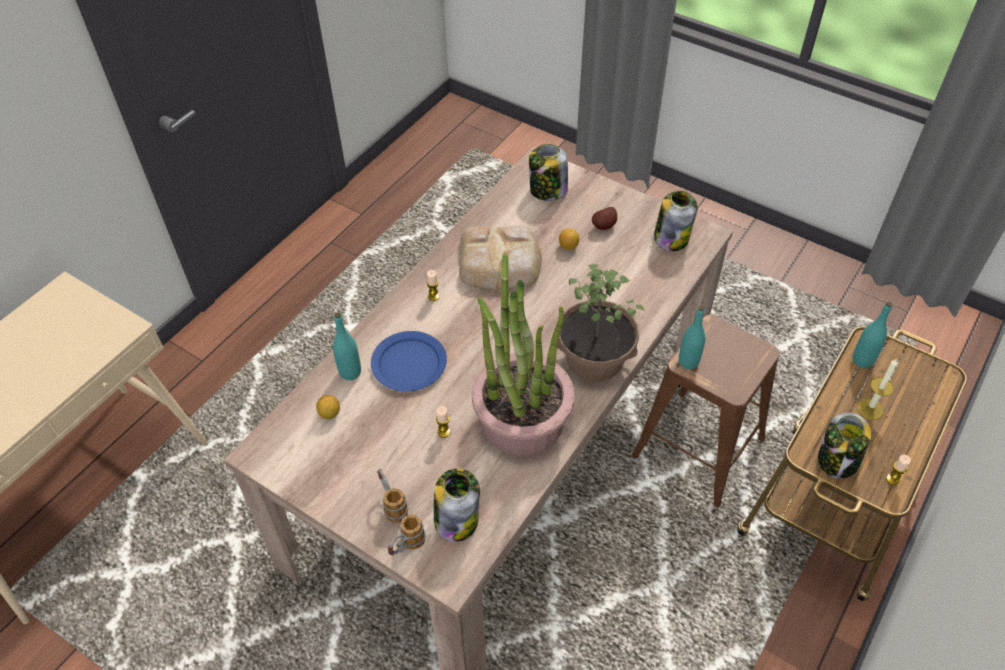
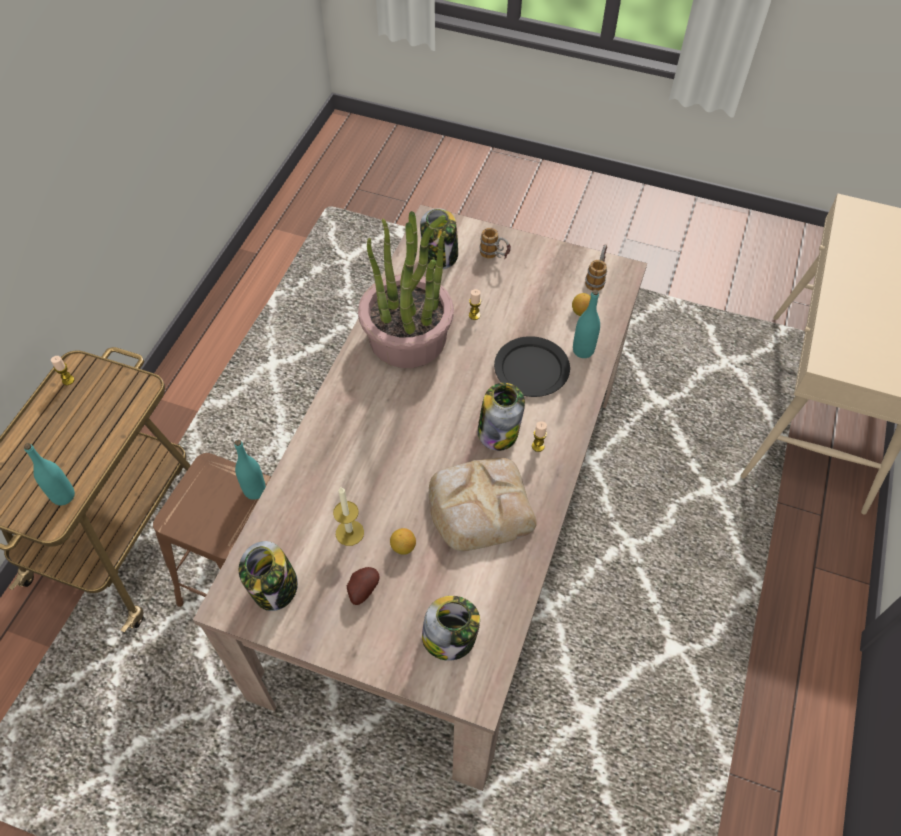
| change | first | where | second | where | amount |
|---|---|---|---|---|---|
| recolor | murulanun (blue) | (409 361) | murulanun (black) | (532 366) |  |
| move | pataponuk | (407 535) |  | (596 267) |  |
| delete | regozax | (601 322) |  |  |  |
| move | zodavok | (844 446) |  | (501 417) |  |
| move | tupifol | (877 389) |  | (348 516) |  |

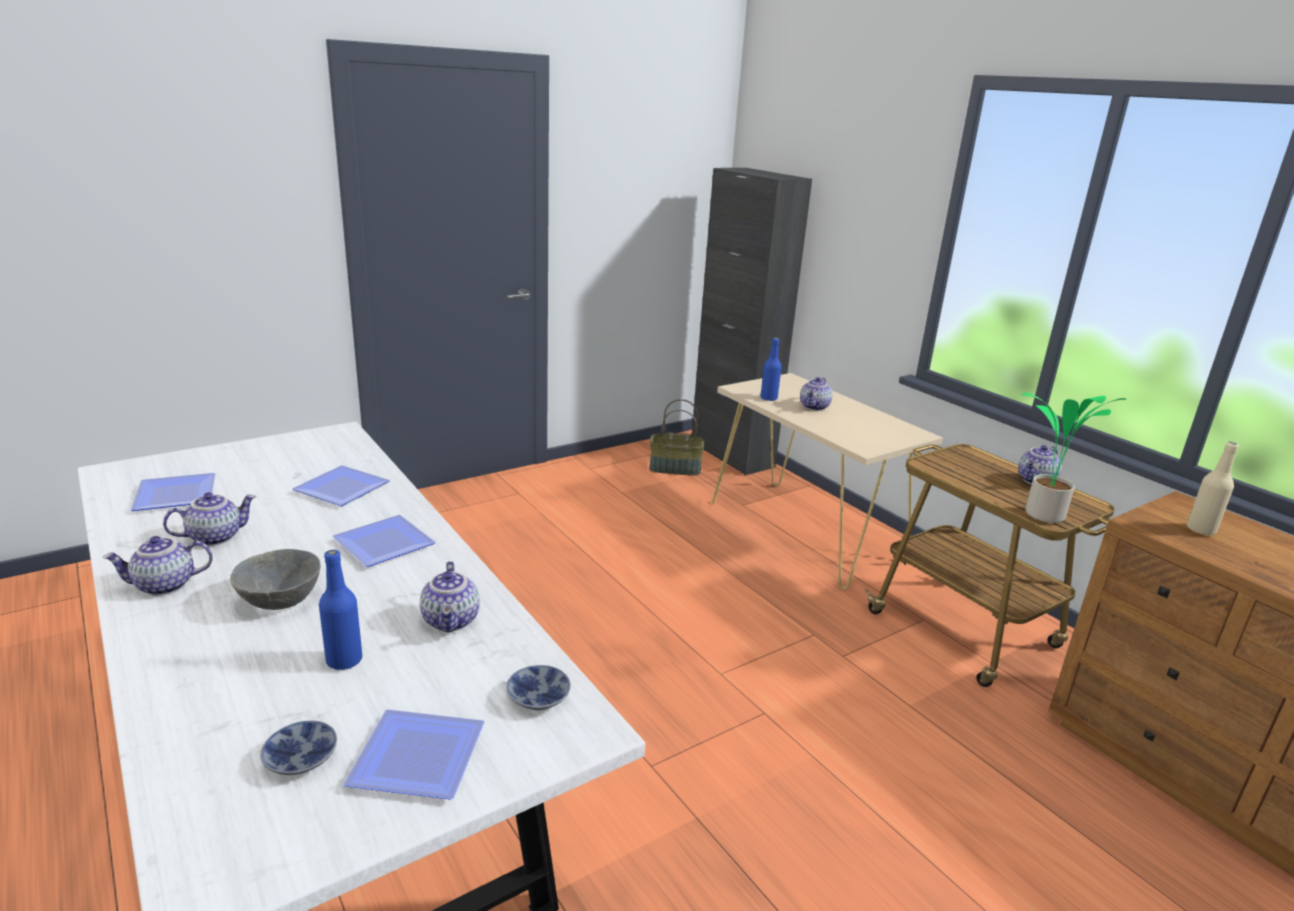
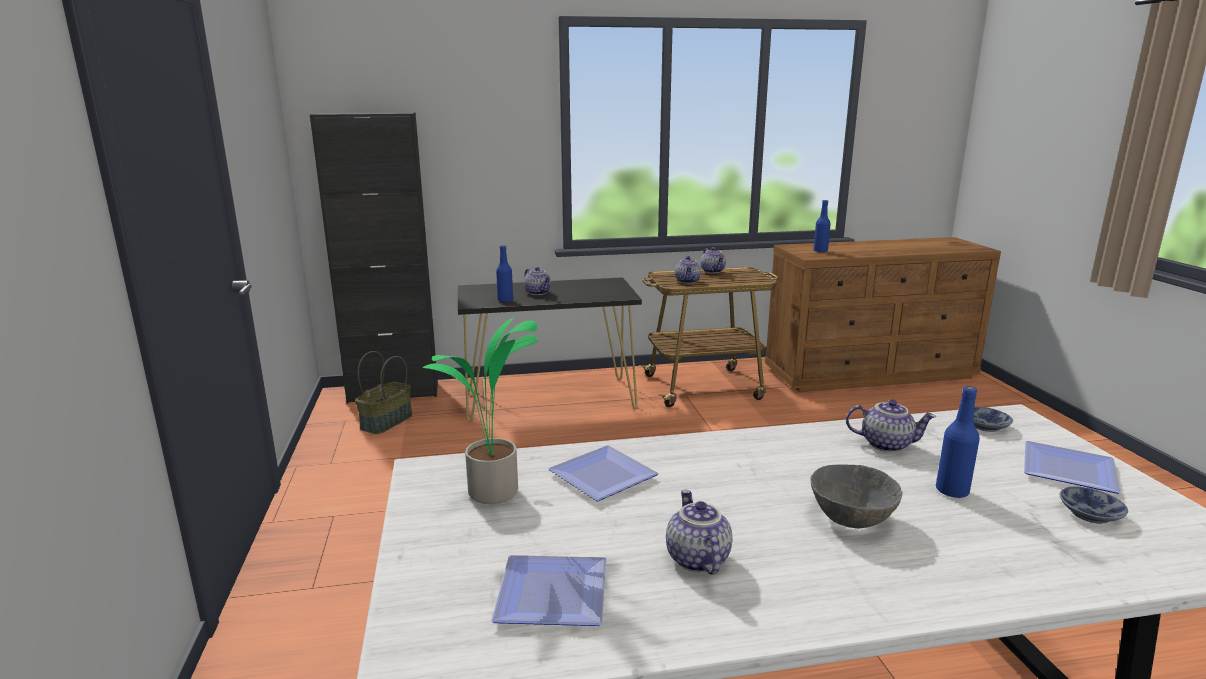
| change | first | where | second | where | amount |
|---|---|---|---|---|---|
| move | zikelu | (157 566) |  | (688 270) |  |
| delete | murulanun | (384 541) |  |  |  |
| recolor | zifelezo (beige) | (827 481) | zifelezo (black) | (550 349) |  |
| move | regozax | (1074 458) |  | (480 410) |  |
| recolor | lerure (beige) | (1213 489) | lerure (blue) | (822 226) |  |

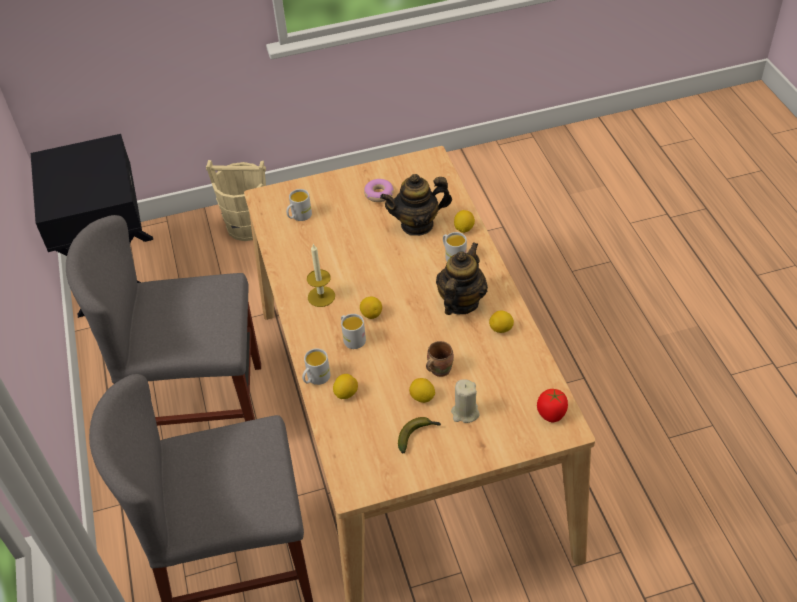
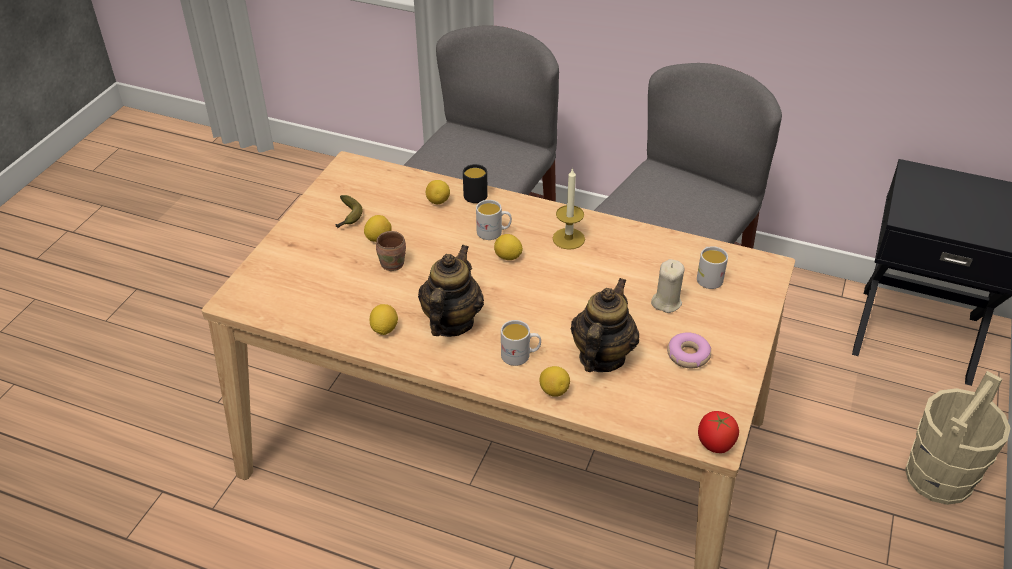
| change | first | where | second | where | amount |
|---|---|---|---|---|---|
| recolor | pataponuk (white) | (316 366) | pataponuk (black) | (475 183) |  |
| rotate | zikelu | (462 278) |  | (451 291) | 135 degrees counterclockwise |
| move | tupifol (beige) | (465 401) |  | (667 286) |  |
| move | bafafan | (552 405) |  | (718 432) |  |

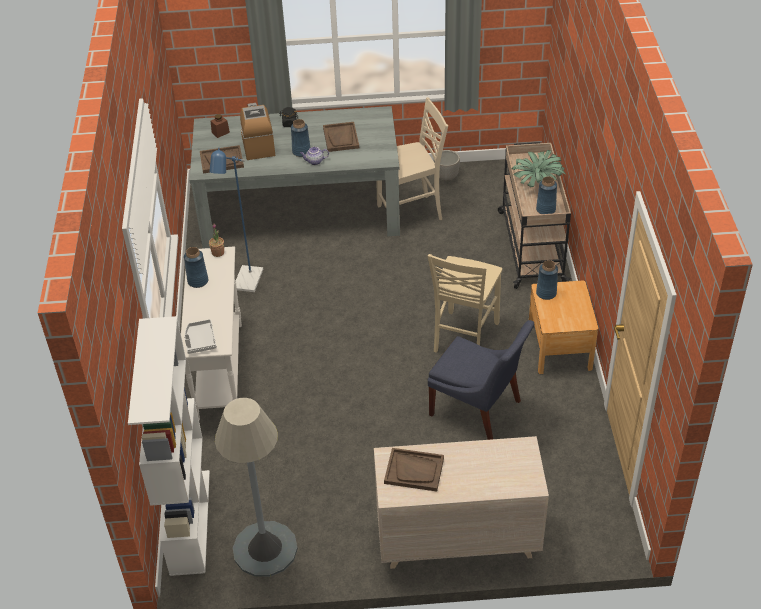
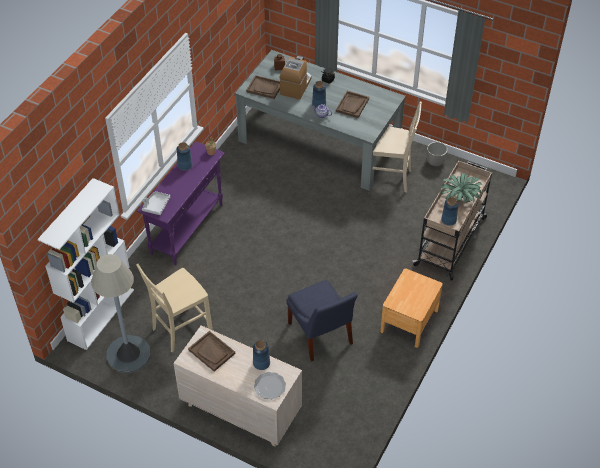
| change | first | where | second | where | amount |
|---|---|---|---|---|---|
| recolor | zifelezo (white) | (211 333) | zifelezo (purple) | (181 203) |  |
| delete | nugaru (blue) | (236 219) |  |  |  |
| move | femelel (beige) | (465 303) |  | (174 308) |  |
| move | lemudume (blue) | (547 280) |  | (261 355) |  |
| insert |  |  | murulanun | (270 385) |  |

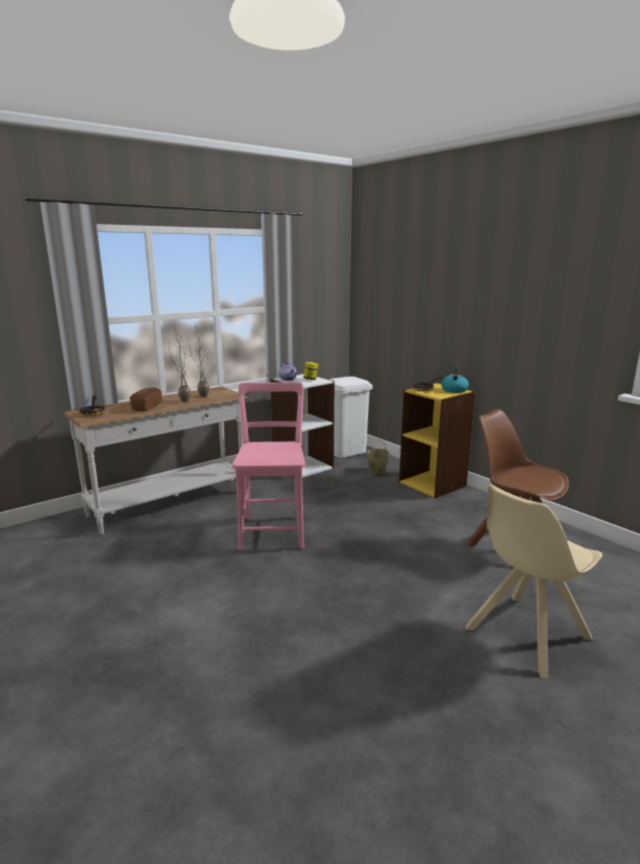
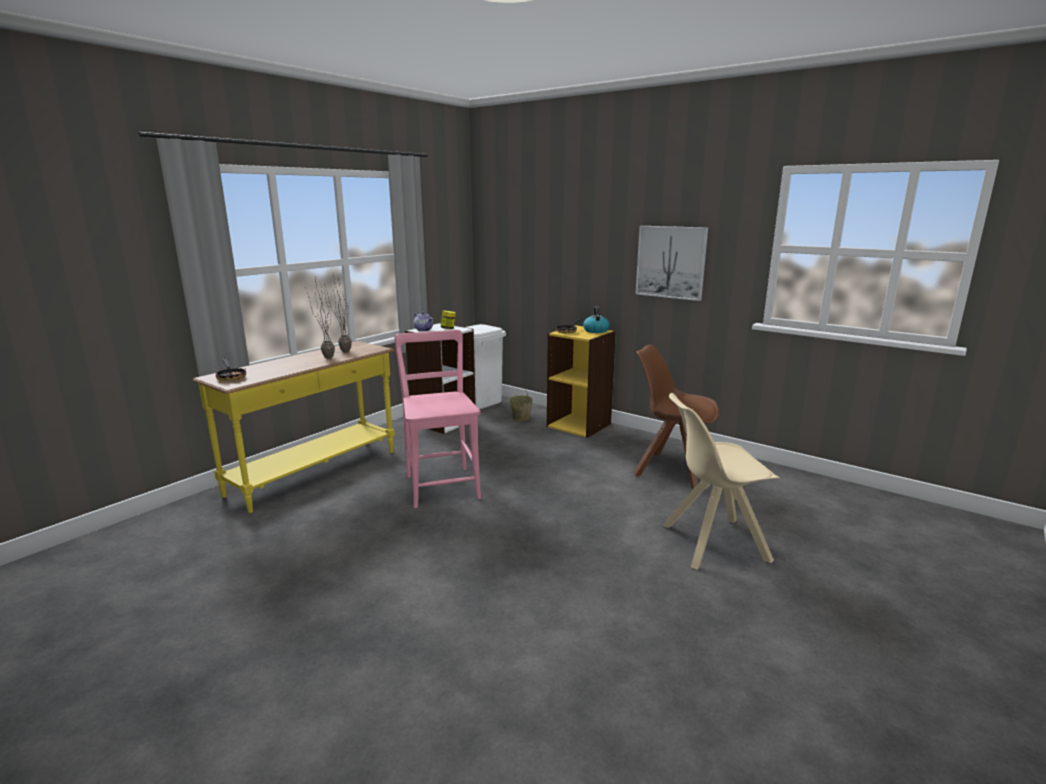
| change | first | where | second | where | amount |
|---|---|---|---|---|---|
| recolor | zifelezo (white) | (156 461) | zifelezo (yellow) | (293 427) |  |
| delete | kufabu | (146 399) |  |  |  |
| rotate | femelel (beige) | (534 581) |  | (721 481) | 45 degrees clockwise |
| insert |  |  | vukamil | (672 263) |  |

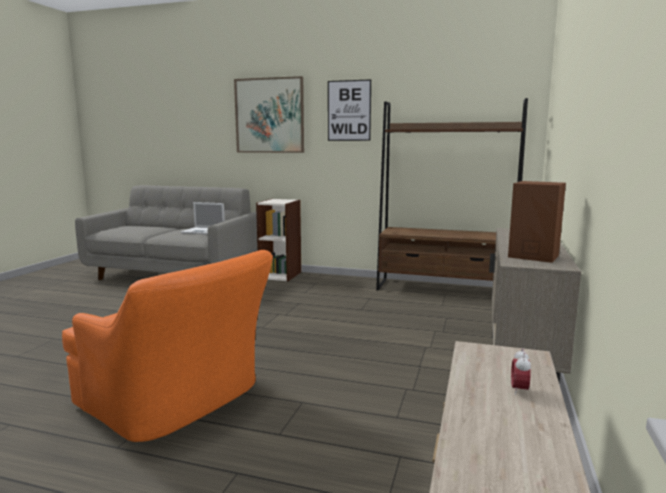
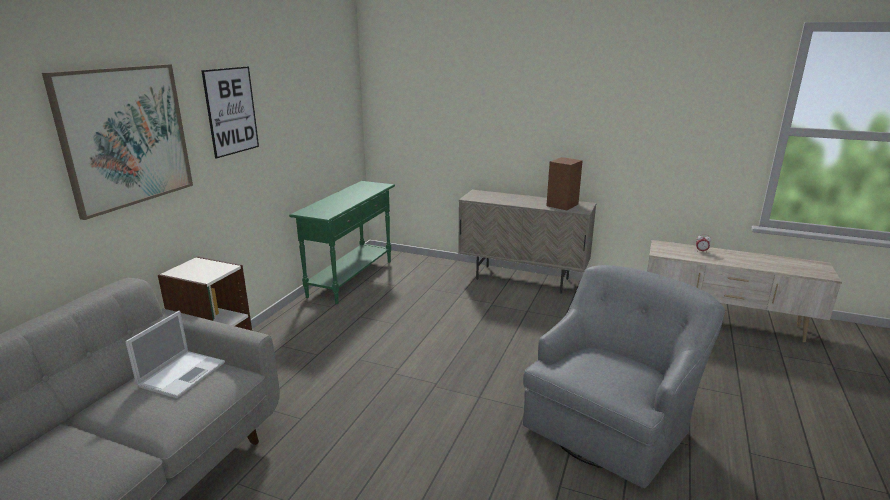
| change | first | where | second | where | amount |
|---|---|---|---|---|---|
| recolor | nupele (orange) | (167 346) | nupele (grey) | (624 376) |  |
| replace | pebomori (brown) | (452 194) | zifelezo (green) | (342 242) |  |

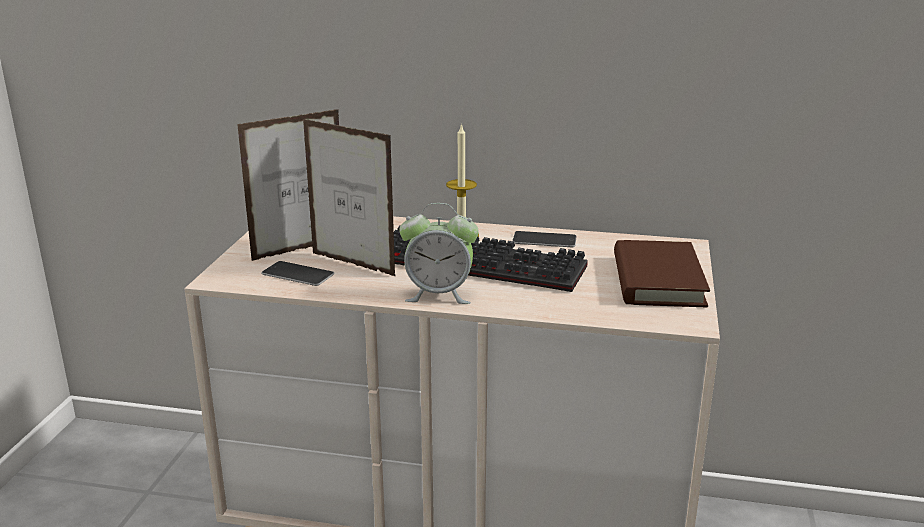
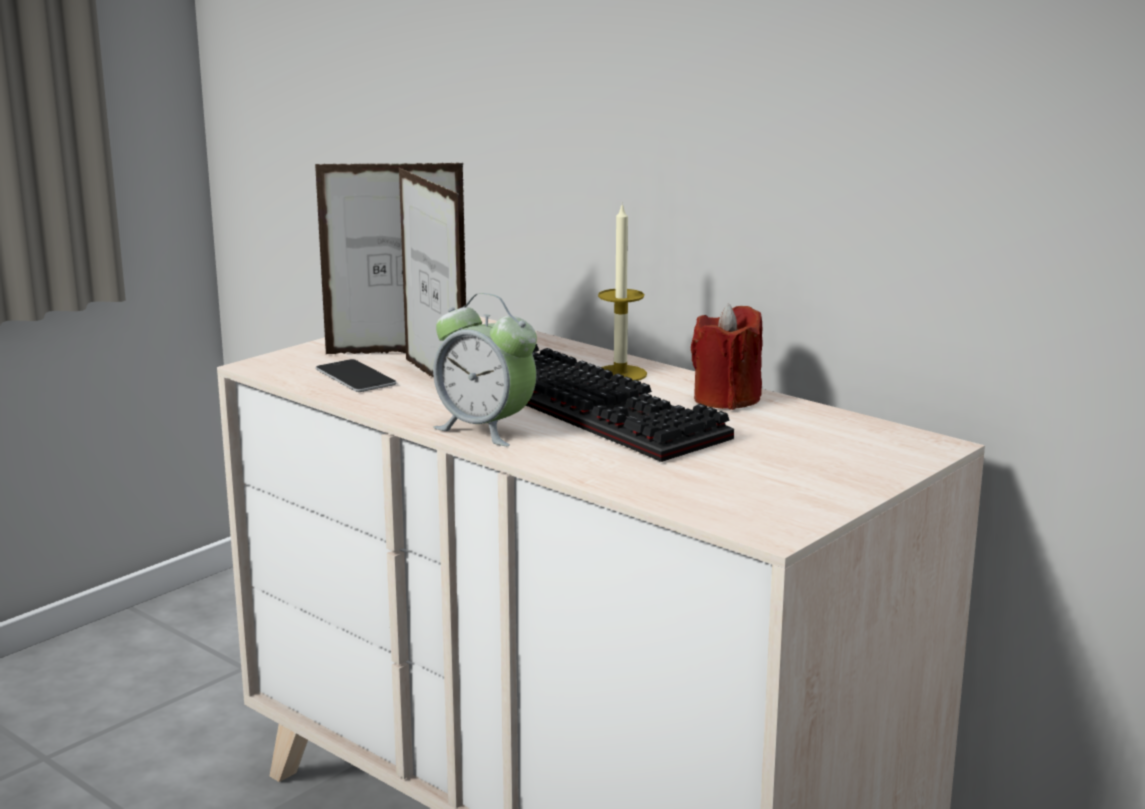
| change | first | where | second | where | amount |
|---|---|---|---|---|---|
| replace | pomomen | (544 239) | tupifol (red) | (727 357) |  |
| delete | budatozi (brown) | (662 273) |  |  |  |

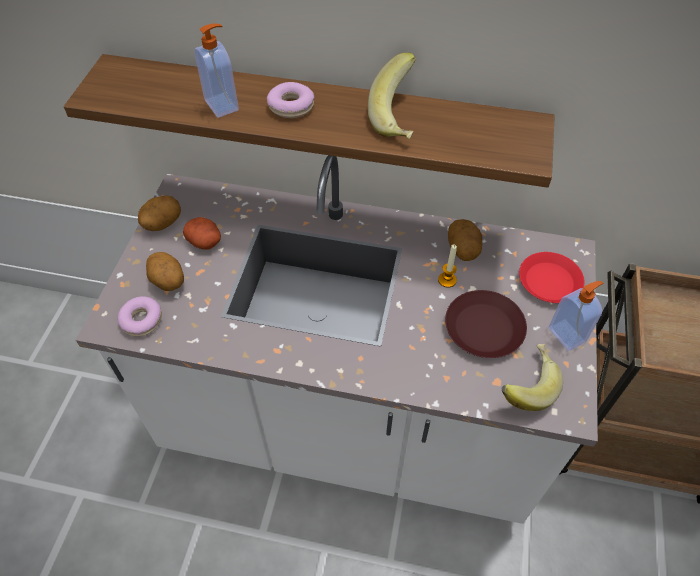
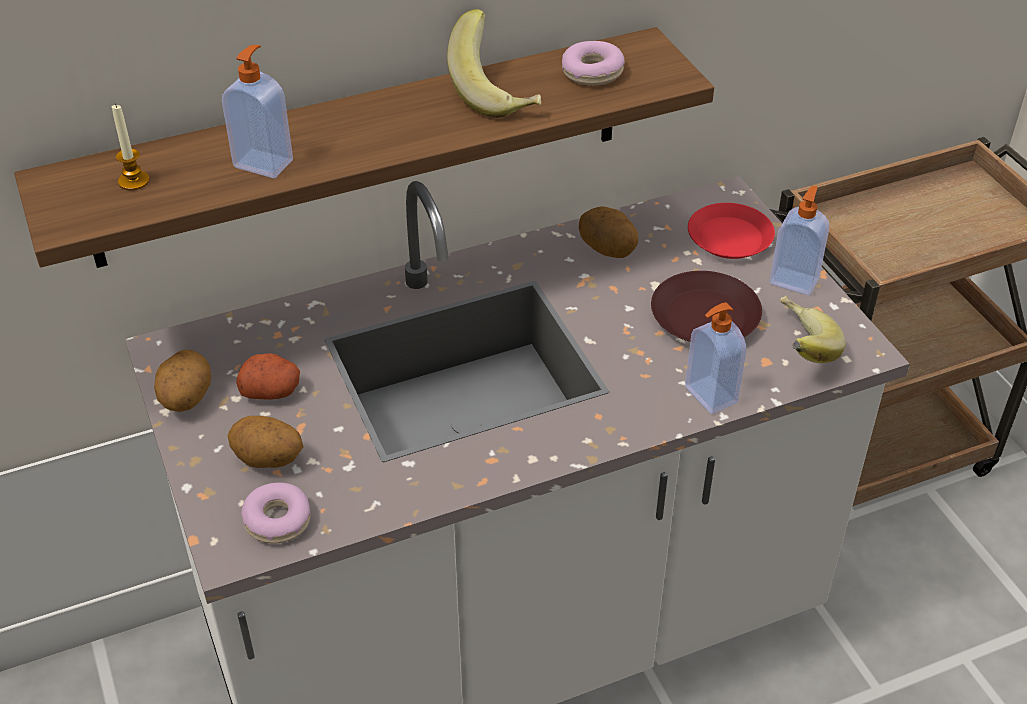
| change | first | where | second | where | amount |
|---|---|---|---|---|---|
| move | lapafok | (290 100) |  | (593 63) |  |
| move | tupifol | (447 266) |  | (131 147) |  |
| insert |  |  | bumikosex | (715 358) |  |

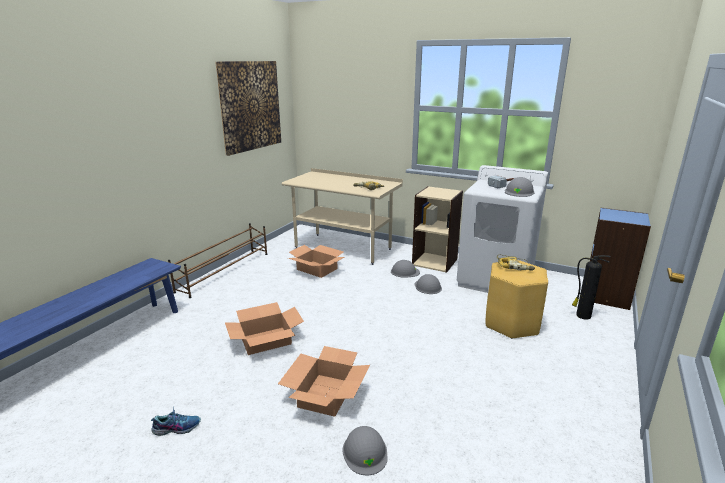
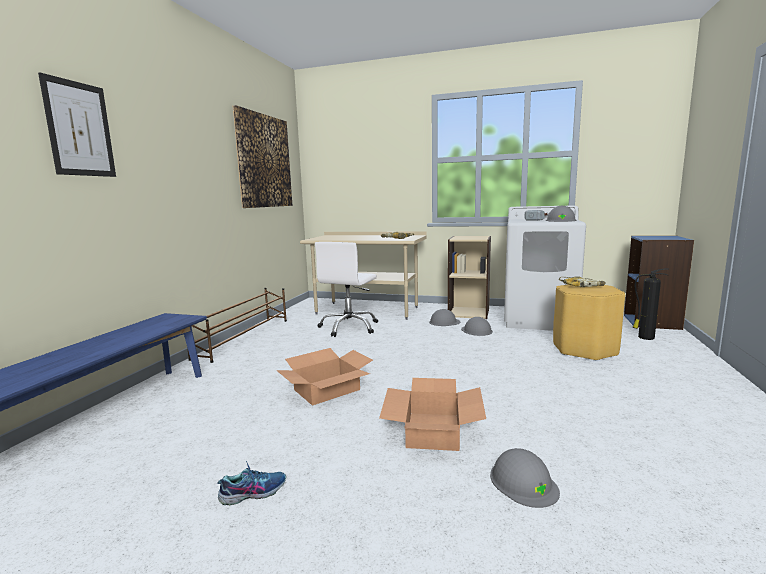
| change | first | where | second | where | amount |
|---|---|---|---|---|---|
| replace | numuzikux | (316 261) | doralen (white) | (346 289) |  |
| insert |  |  | vukamil | (77 124) |  |

